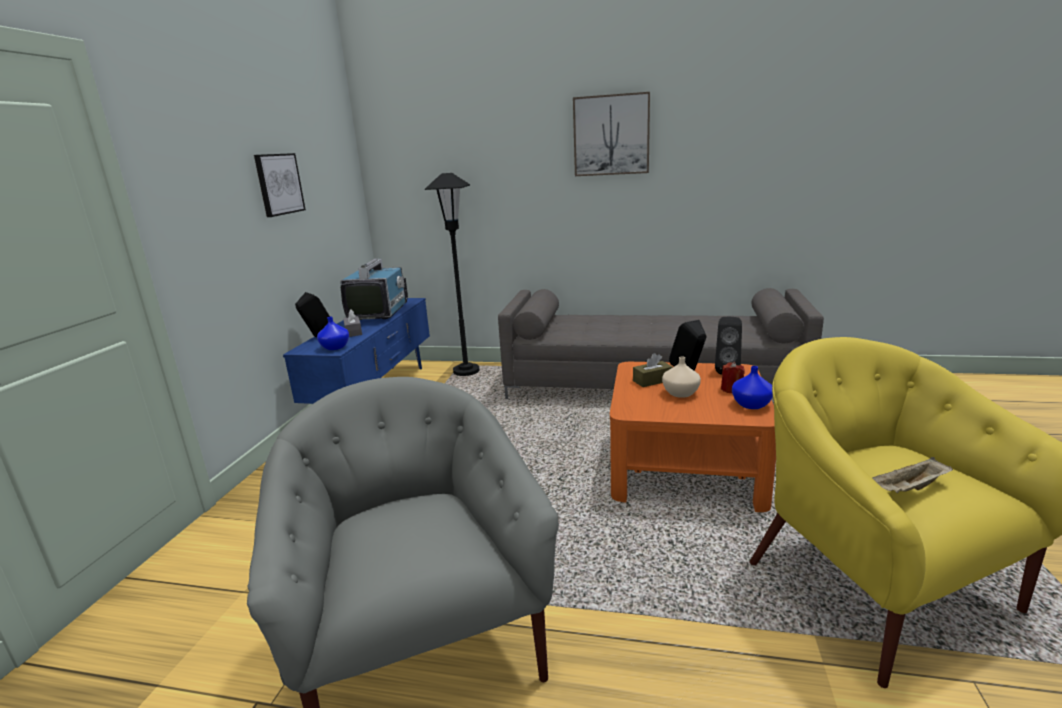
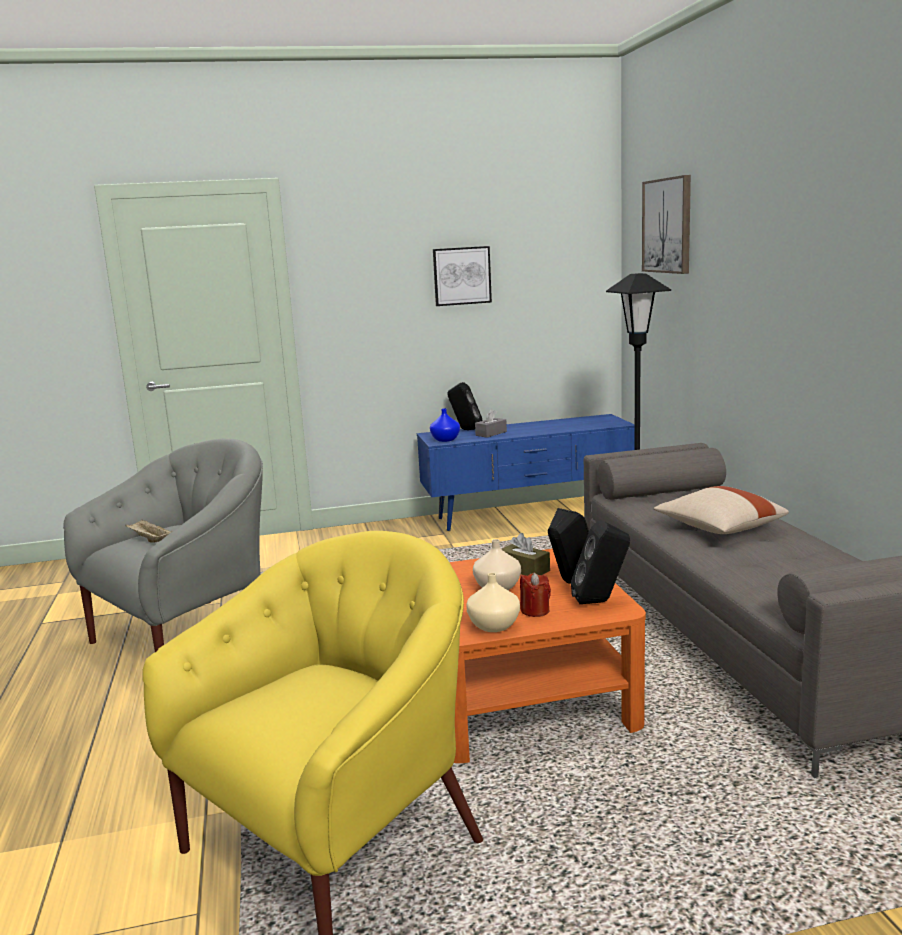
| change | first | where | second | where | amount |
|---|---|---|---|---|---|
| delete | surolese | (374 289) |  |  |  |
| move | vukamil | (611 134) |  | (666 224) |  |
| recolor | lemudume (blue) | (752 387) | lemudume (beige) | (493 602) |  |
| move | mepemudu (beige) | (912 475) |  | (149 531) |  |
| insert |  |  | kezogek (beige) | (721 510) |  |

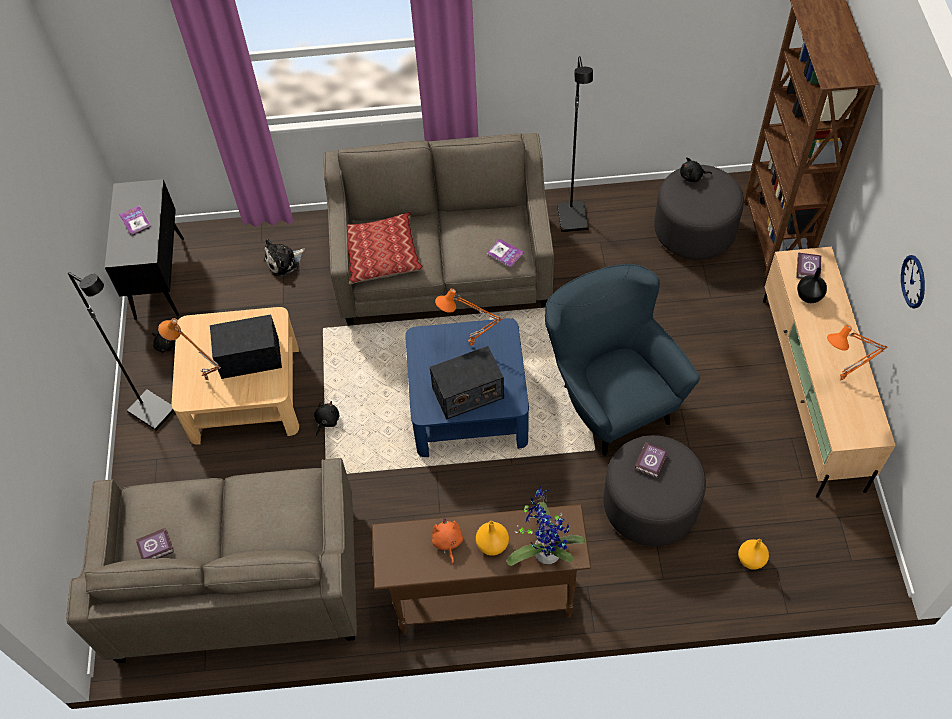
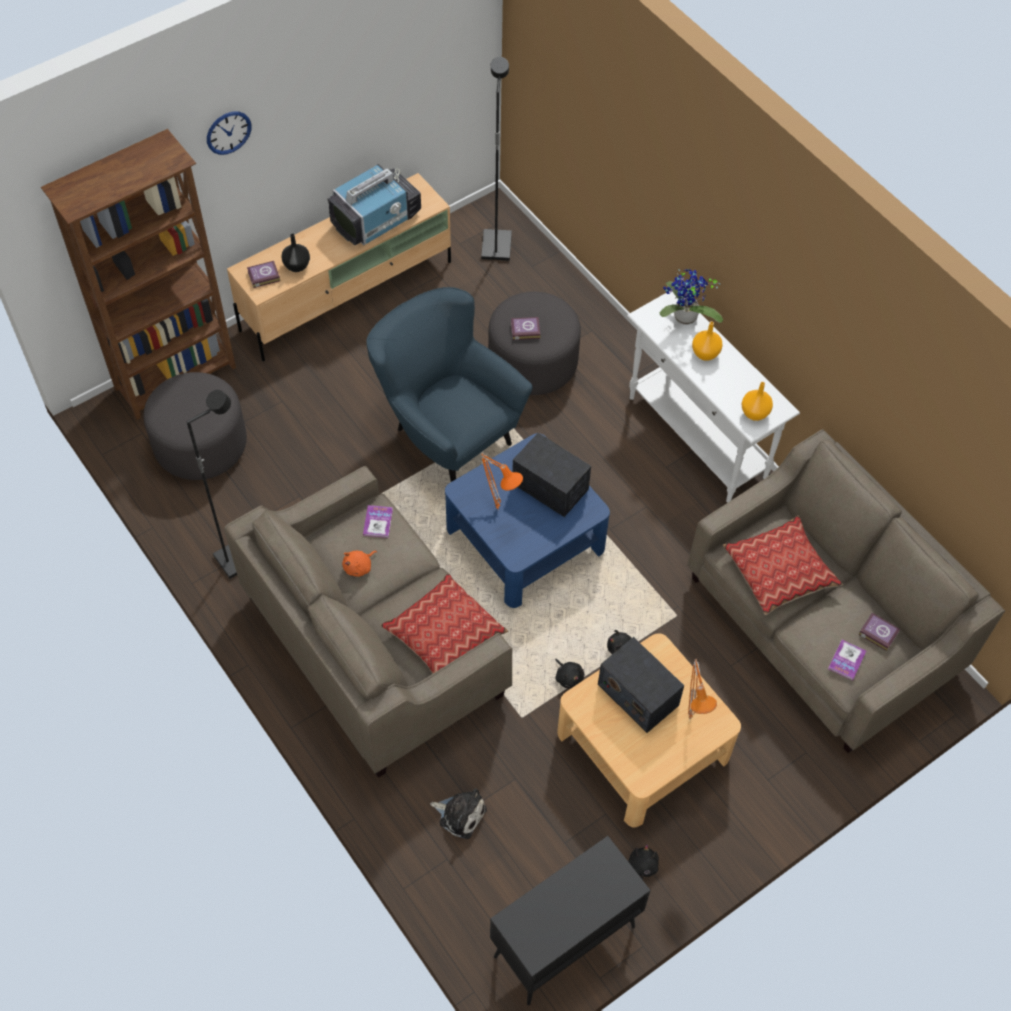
| change | first | where | second | where | amount |
|---|---|---|---|---|---|
| move | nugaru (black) | (121 351) |  | (496 159) |  |
| move | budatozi | (135 220) |  | (847 660) |  |
| recolor | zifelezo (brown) | (481 569) | zifelezo (white) | (713 397) |  |
| move | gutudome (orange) | (447 541) |  | (359 564) |  |
| rotate | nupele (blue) | (622 360) |  | (449 384) | 105 degrees clockwise |
| move | gutudome (black) | (696 169) |  | (569 674) |  |
| move | lemudume (orange) | (753 554) |  | (757 401) |  |
| replace | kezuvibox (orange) | (857 353) | surolese | (374 204) |  |
| move | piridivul | (913 282) |  | (229 133) |  |
| insert |  |  | kezogek | (783 565) |  |

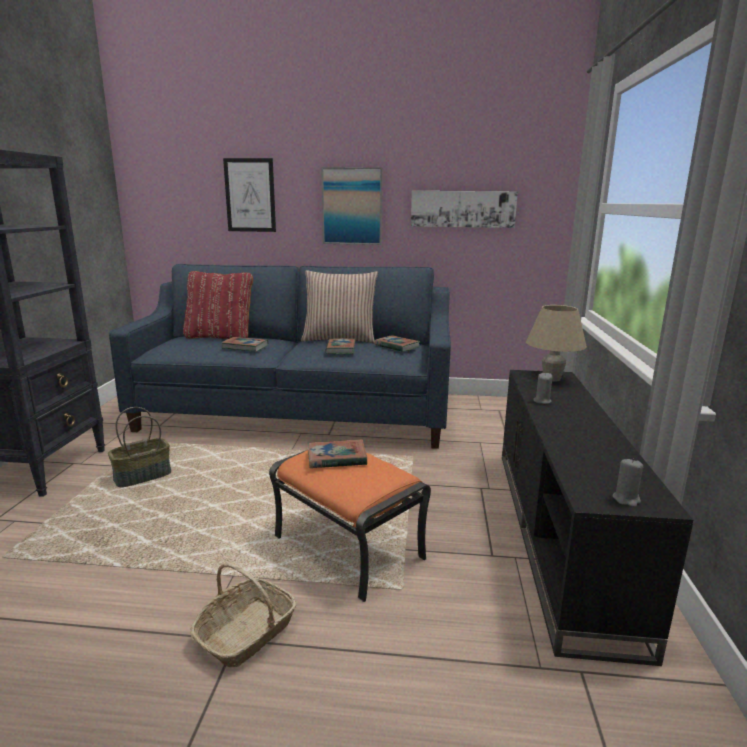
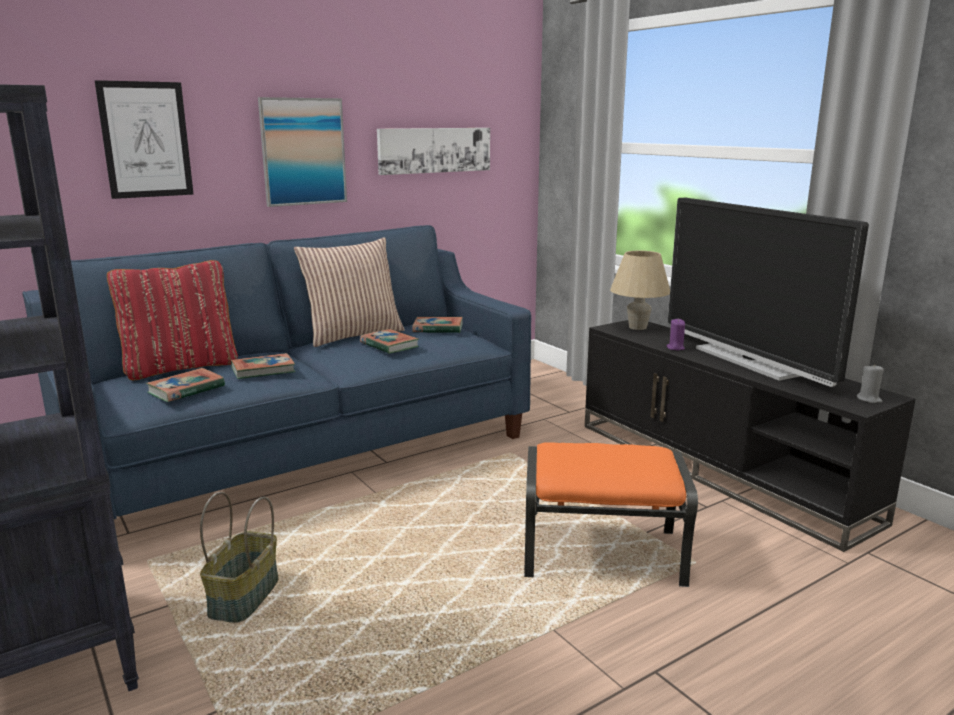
| change | first | where | second | where | amount |
|---|---|---|---|---|---|
| delete | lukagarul | (243 615) |  |  |  |
| move | budatozi | (337 453) |  | (185 385) |  |
| recolor | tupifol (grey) | (542 388) | tupifol (purple) | (675 335) |  |
| insert |  |  | surolese | (768 292) |  |

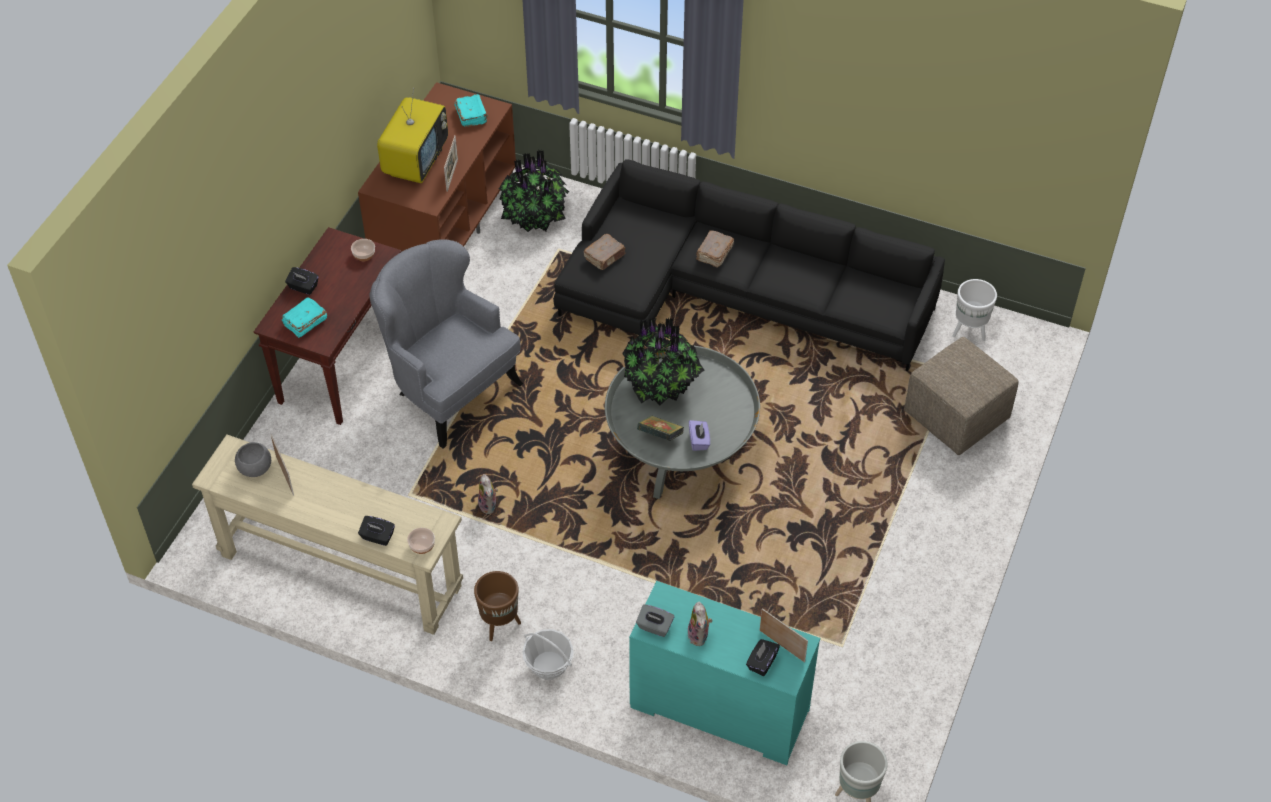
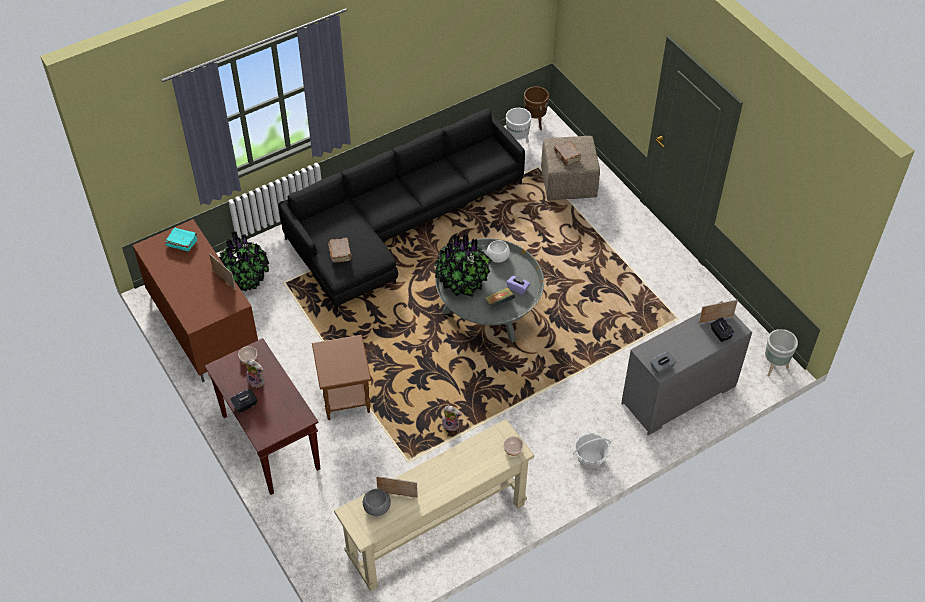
| change | first | where | second | where | amount |
|---|---|---|---|---|---|
| delete | budatozi (turquoise) | (304 317) |  |  |  |
| delete | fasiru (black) | (376 531) |  |  |  |
| replace | nupele (grey) | (446 344) | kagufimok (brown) | (341 377) |  |
| delete | surolese | (412 135) |  |  |  |
| move | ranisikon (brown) | (497 606) |  | (536 108) |  |
| recolor | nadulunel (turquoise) | (724 673) | nadulunel (grey) | (686 368) |  |
| move | gutudome | (700 624) |  | (255 373) |  |
| move | budatozi (brown) | (715 249) |  | (567 153) |  |
| insert |  |  | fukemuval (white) | (498 251) |  |

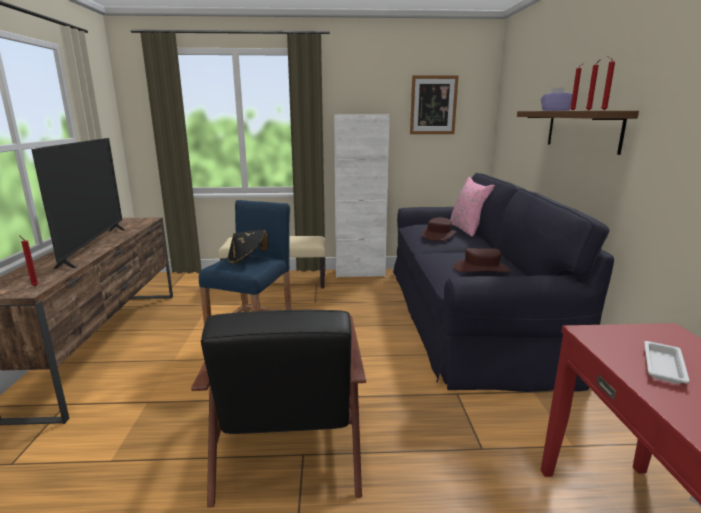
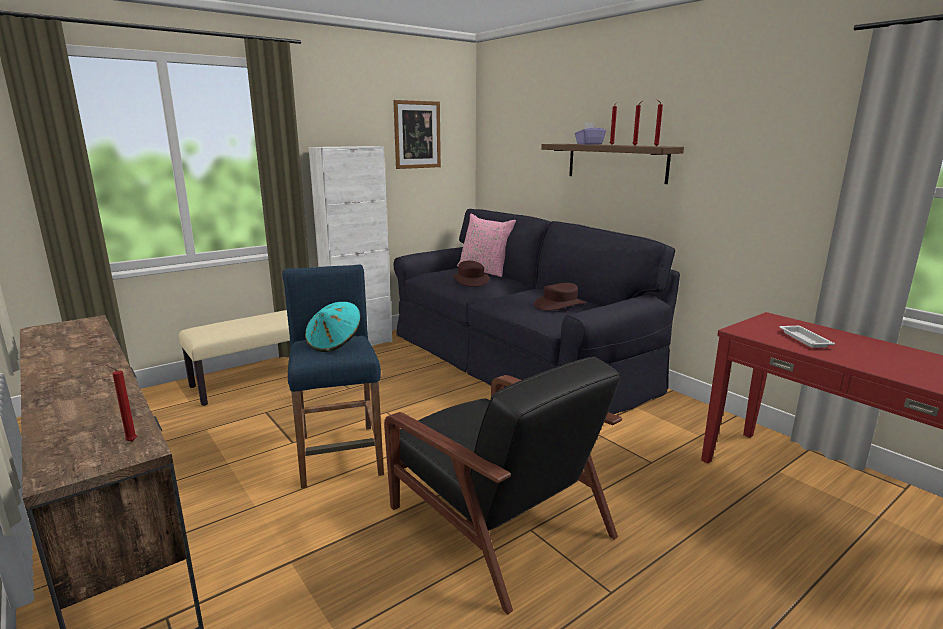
| change | first | where | second | where | amount |
|---|---|---|---|---|---|
| delete | surolese | (78 203) |  |  |  |
| recolor | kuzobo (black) | (248 246) | kuzobo (turquoise) | (333 327) |  |

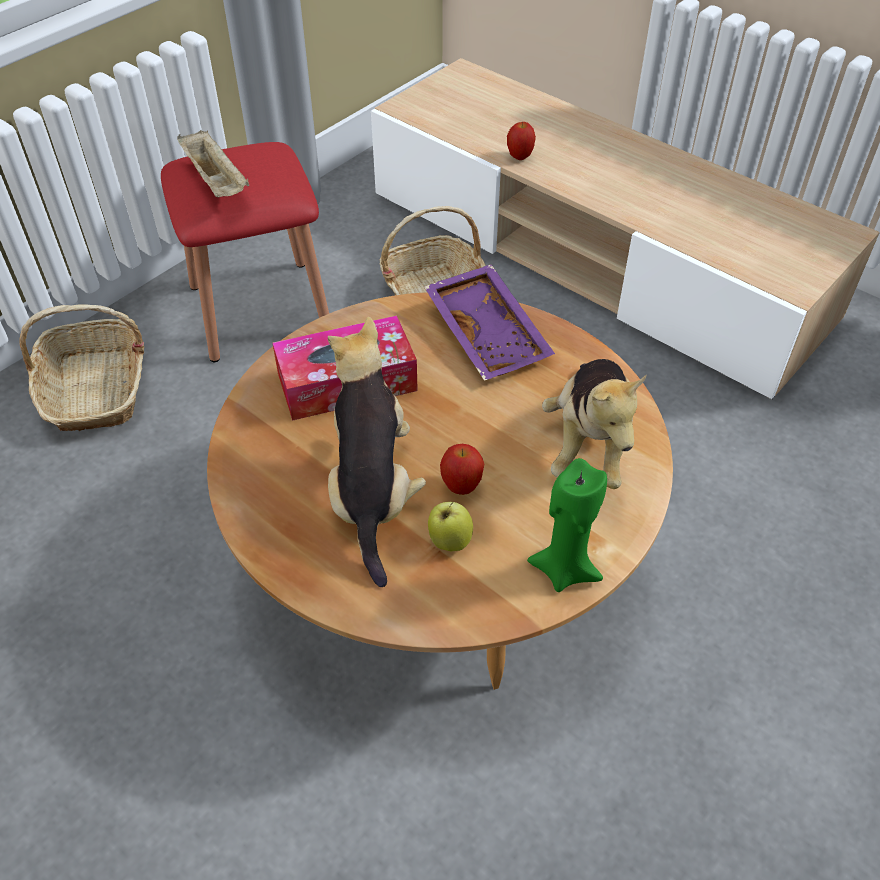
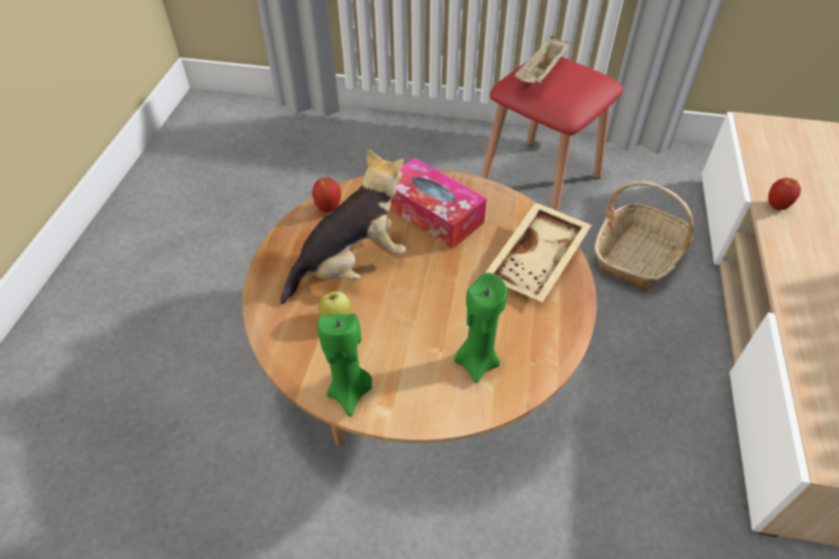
| change | first | where | second | where | amount |
|---|---|---|---|---|---|
| delete | lukagarul | (82 367) |  |  |  |
| recolor | mepemudu (purple) | (489 322) | mepemudu (beige) | (538 252) |  |
| move | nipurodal | (462 469) |  | (326 195) |  |
| replace | gutudome | (594 424) | tupifol (green) | (480 328) |  |

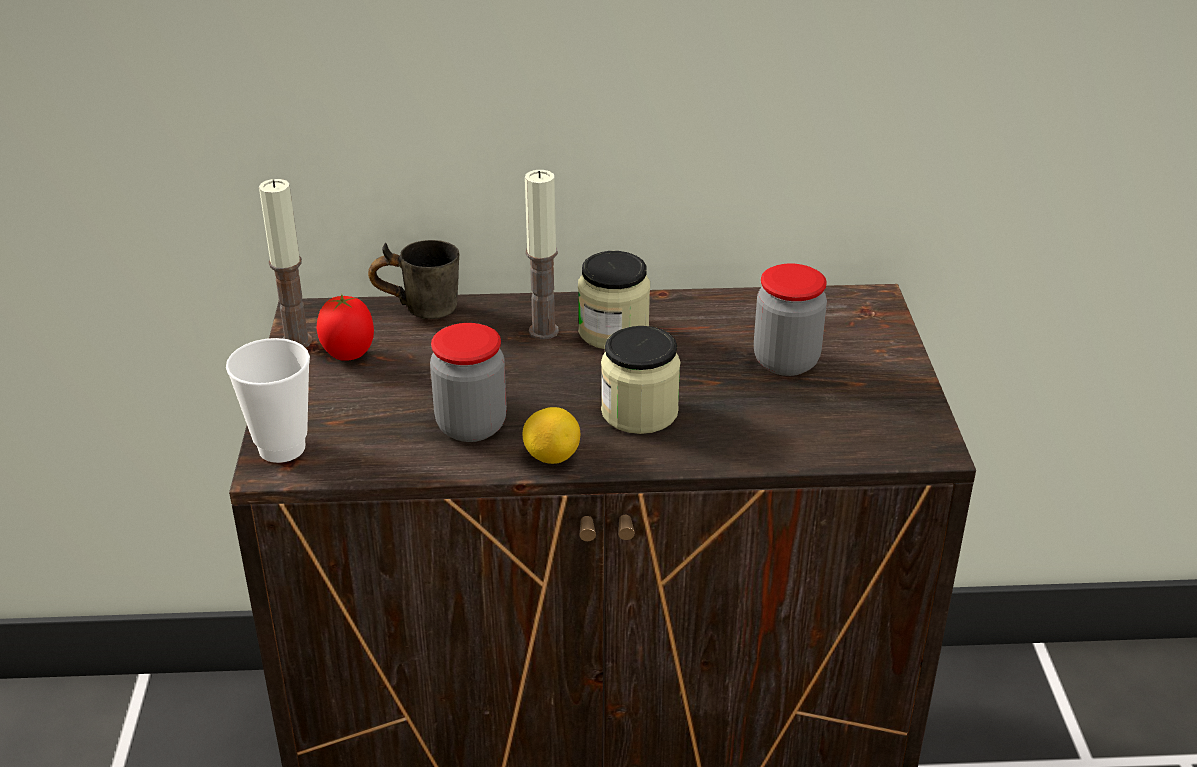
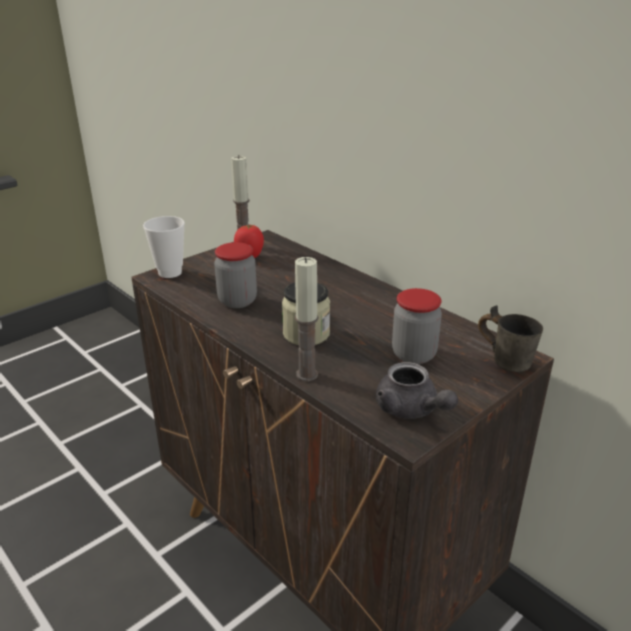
| change | first | where | second | where | amount |
|---|---|---|---|---|---|
| move | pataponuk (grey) | (413 279) |  | (510 339) |  |
| delete | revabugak | (551 435) |  |  |  |
| move | tupifol | (542 255) |  | (306 319) |  |
| delete | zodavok | (614 300) |  |  |  |
| insert |  |  | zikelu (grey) | (417 390) |  |

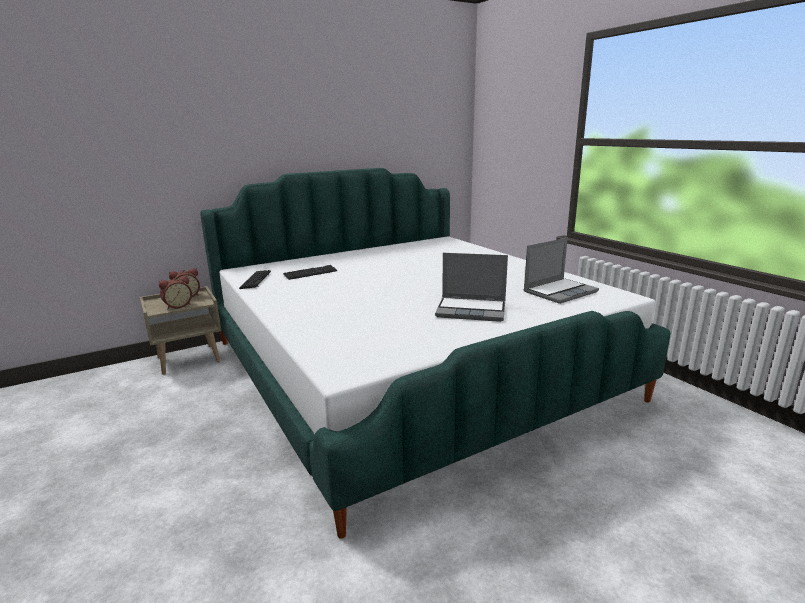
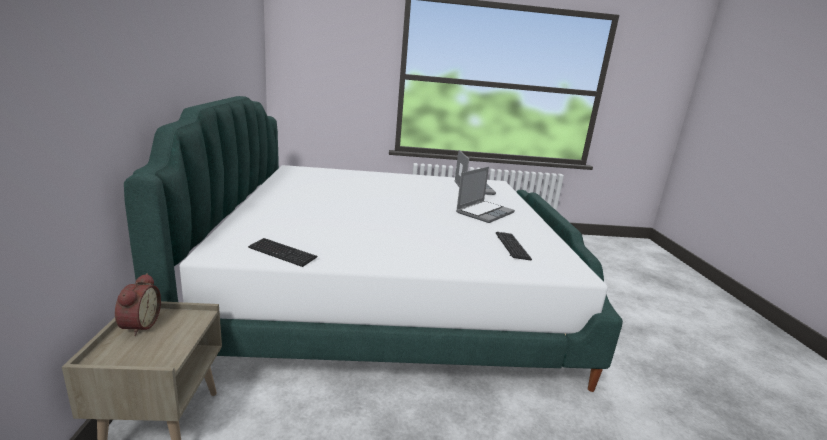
| change | first | where | second | where | amount |
|---|---|---|---|---|---|
| delete | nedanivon | (175 293) |  |  |  |
| move | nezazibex | (310 272) |  | (514 246) |  |

